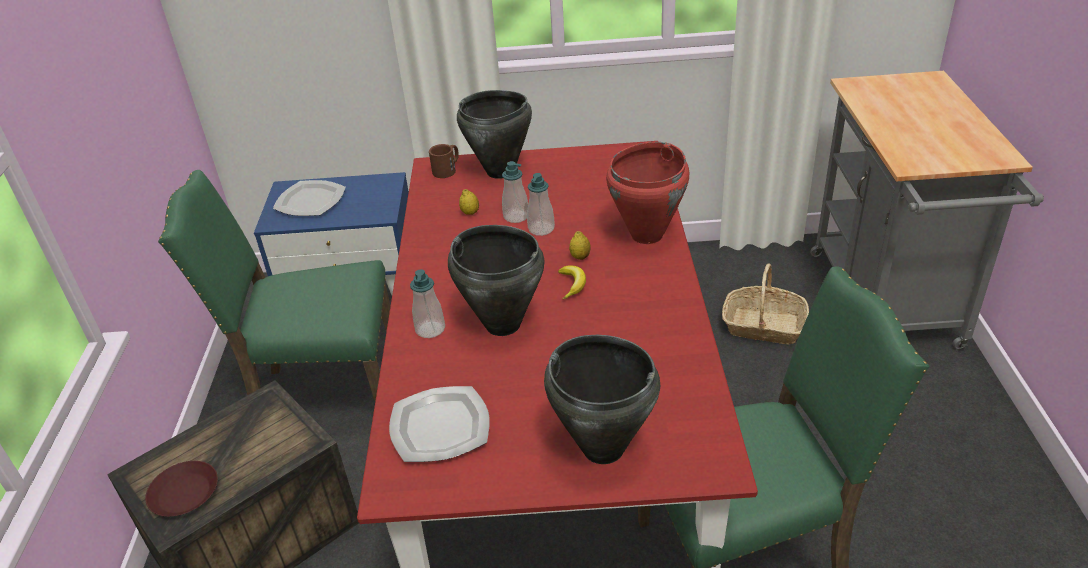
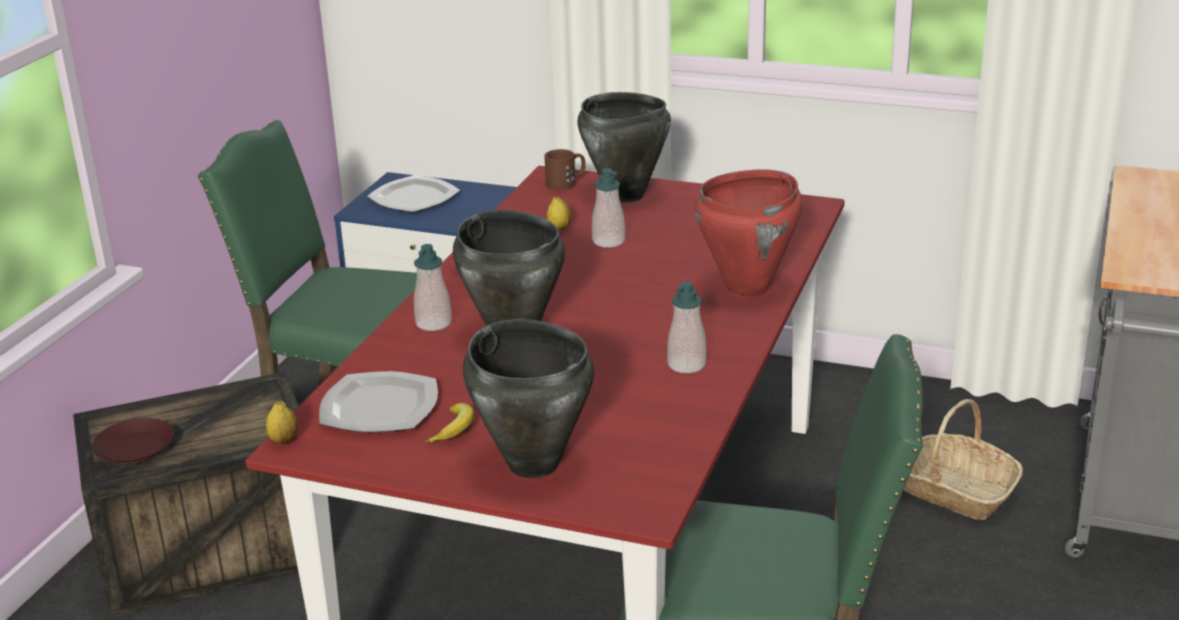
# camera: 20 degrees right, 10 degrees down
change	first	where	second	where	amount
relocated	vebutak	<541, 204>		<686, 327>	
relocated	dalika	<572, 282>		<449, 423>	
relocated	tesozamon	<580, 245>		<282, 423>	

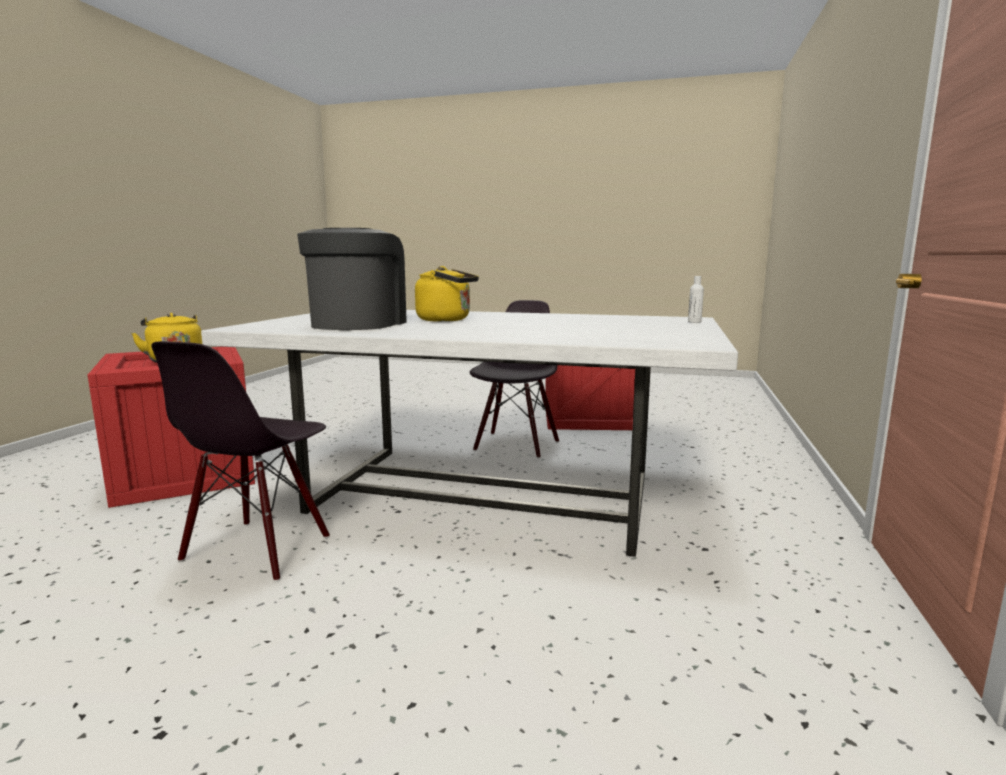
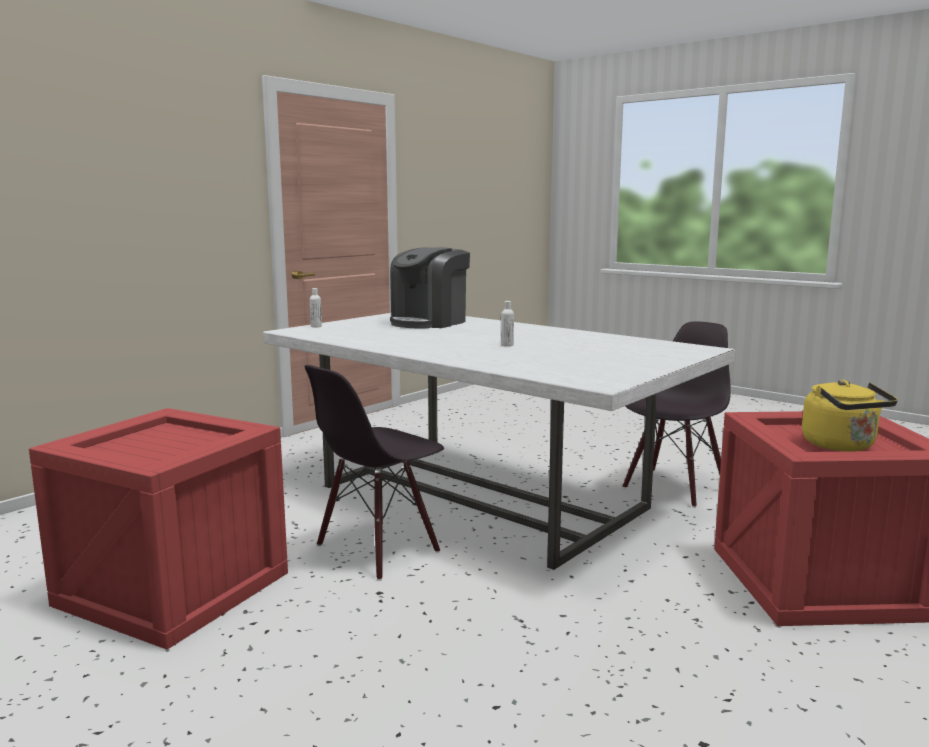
# camera: 155 degrees left, 0 degrees up
change	first	where	second	where	amount
relocated	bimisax	<352, 279>		<430, 288>	
exchanged	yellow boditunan	<447, 294>	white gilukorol	<507, 323>	

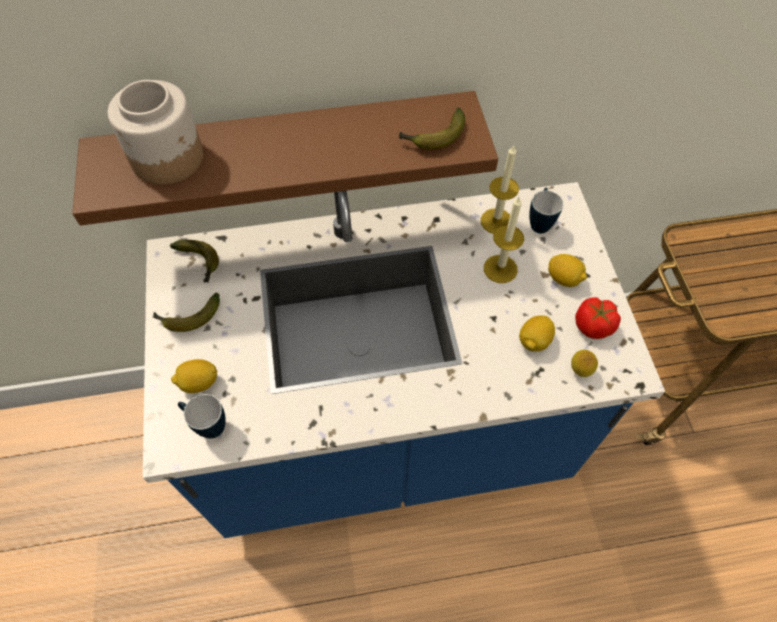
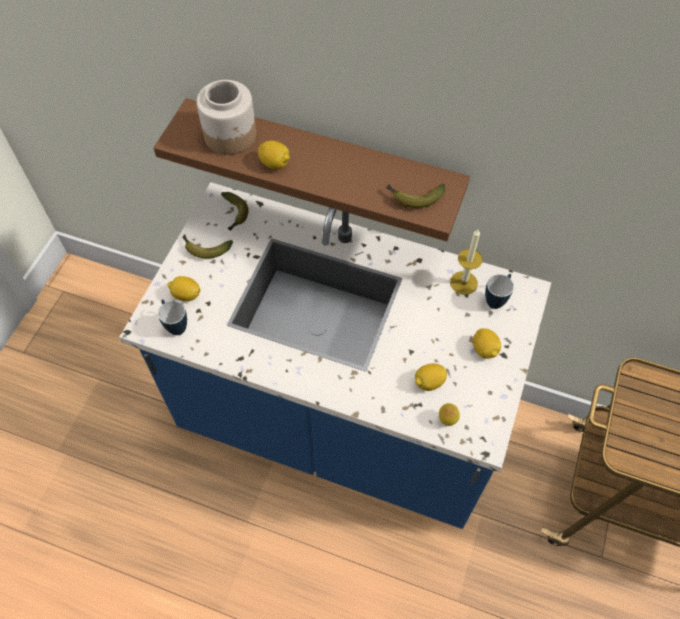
# camera: 30 degrees right, 0 degrees up
change	first	where	second	where	amount
missing	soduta	<504, 240>			
missing	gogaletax	<598, 318>			
appeared			tesozamon	<274, 155>	

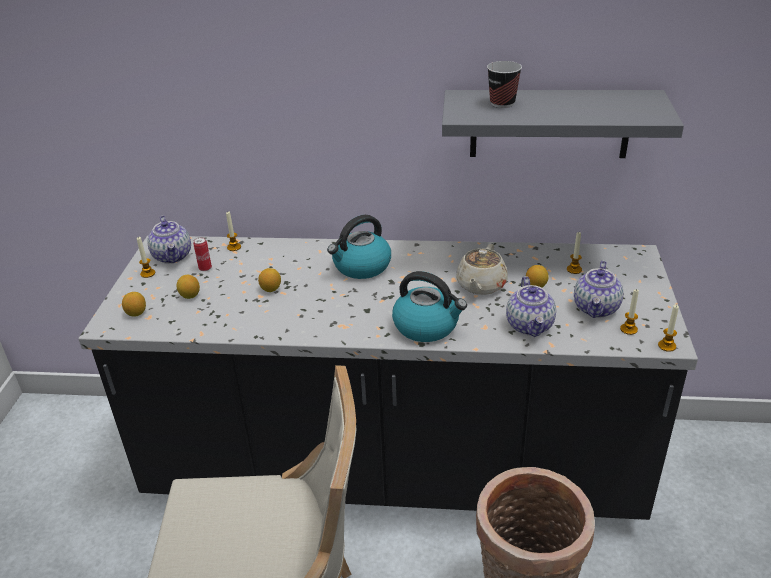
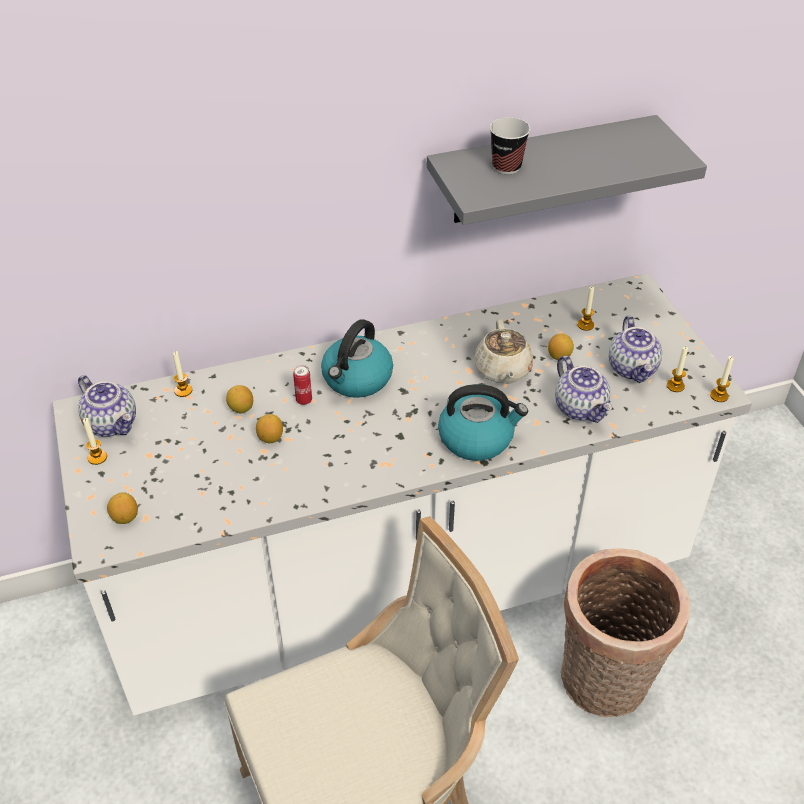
# camera: 25 degrees left, 10 degrees up
change	first	where	second	where	amount
relocated	tesozamon	<188, 287>		<239, 399>	
relocated	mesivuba	<202, 254>		<302, 385>	
colour	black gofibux	<388, 377>	white gofibux	<402, 494>	

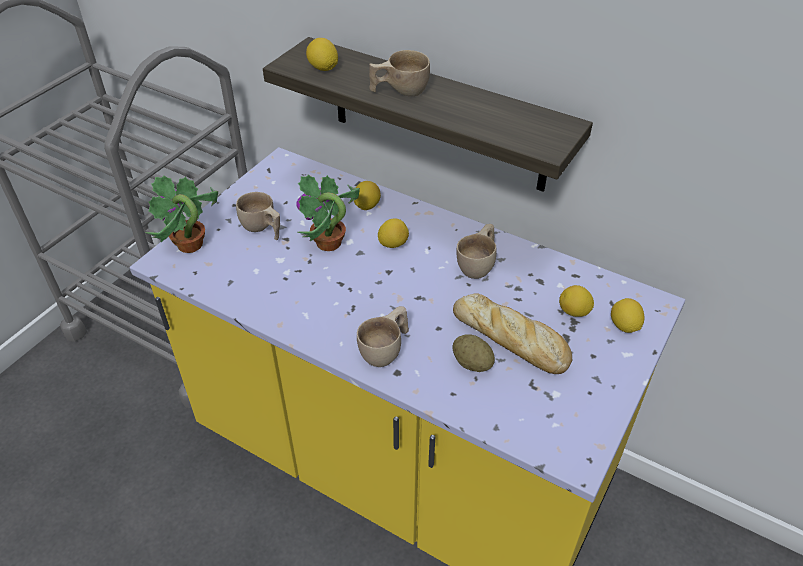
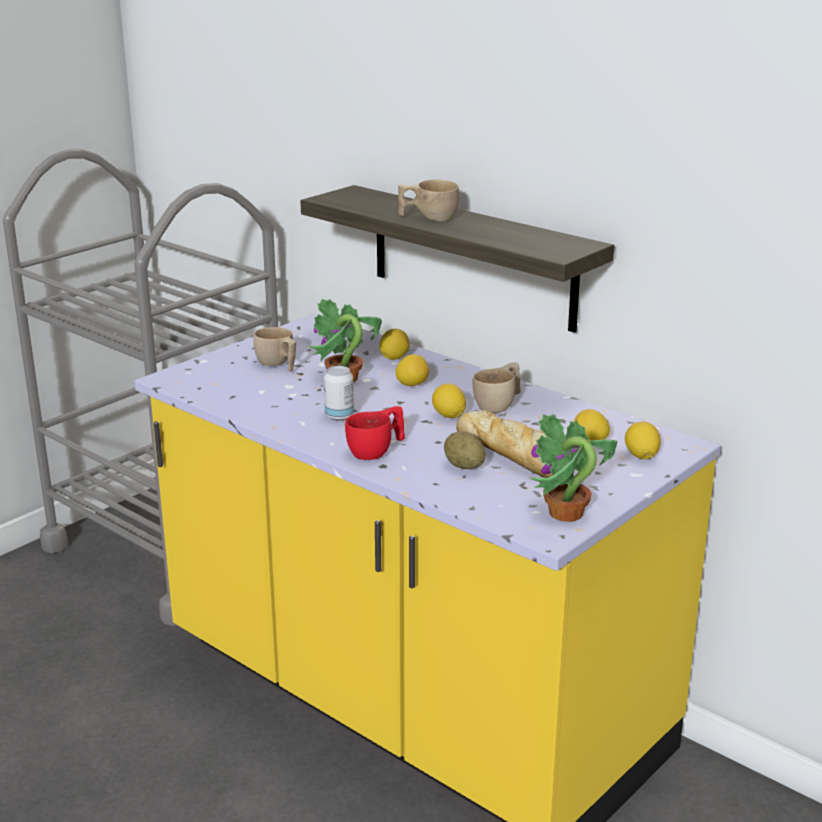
# camera: 10 degrees right, 20 degrees down
change	first	where	second	where	amount
appeared			mesivuba	<339, 393>	
relocated	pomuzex	<181, 214>		<573, 468>	
relocated	tesozamon	<322, 54>		<449, 400>	
colour	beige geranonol	<383, 336>	red geranonol	<375, 433>	

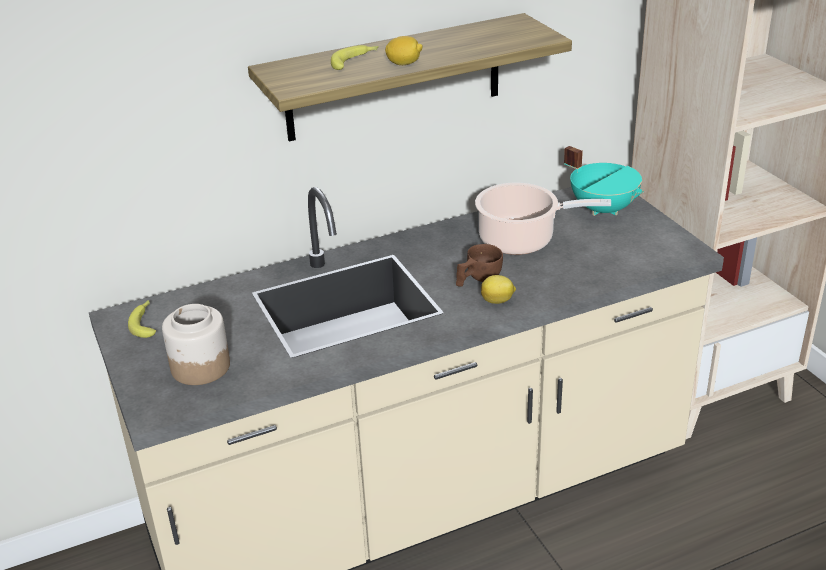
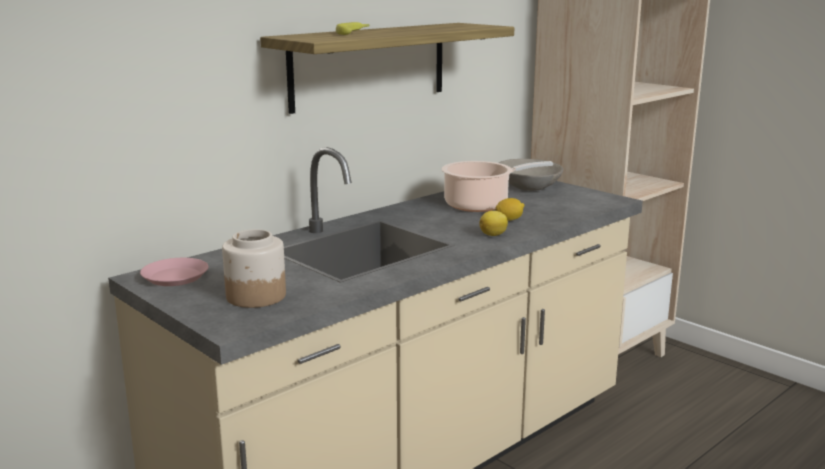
# camera: 20 degrees left, 15 degrees down
change	first	where	second	where	amount
missing	brown geranonol	<479, 265>			
relocated	tesozamon	<404, 50>		<509, 209>	
exchanged	dalika	<142, 319>	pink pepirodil	<174, 272>	
exchanged	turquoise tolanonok	<604, 181>	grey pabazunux	<531, 175>	

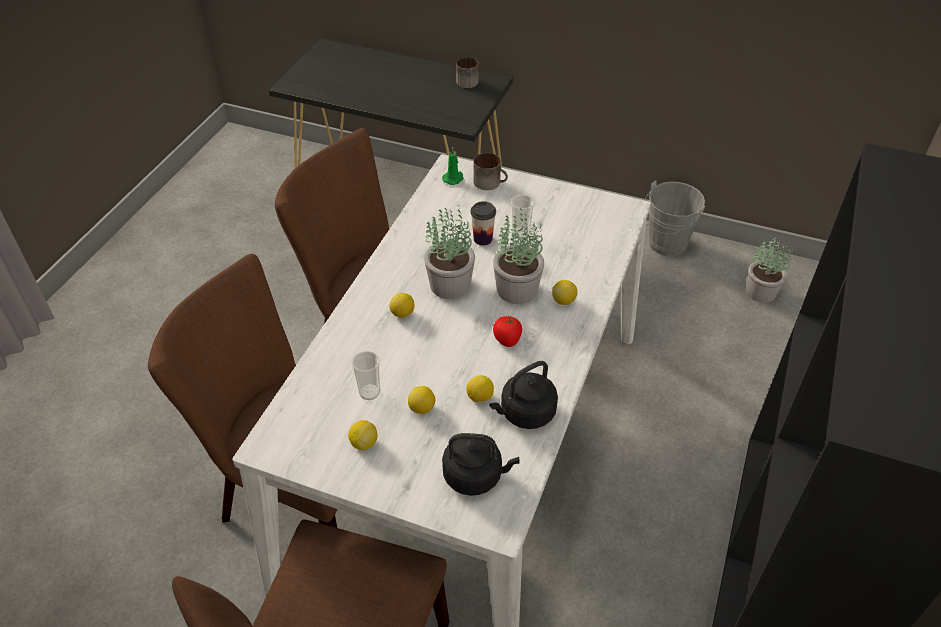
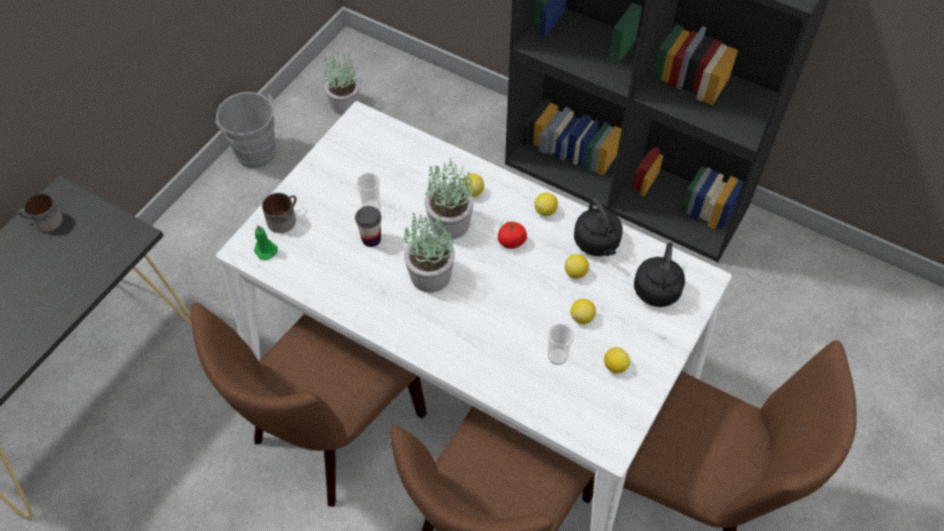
# camera: 80 degrees left, 10 degrees up
change	first	where	second	where	amount
relocated	tesozamon	<402, 305>		<546, 204>	

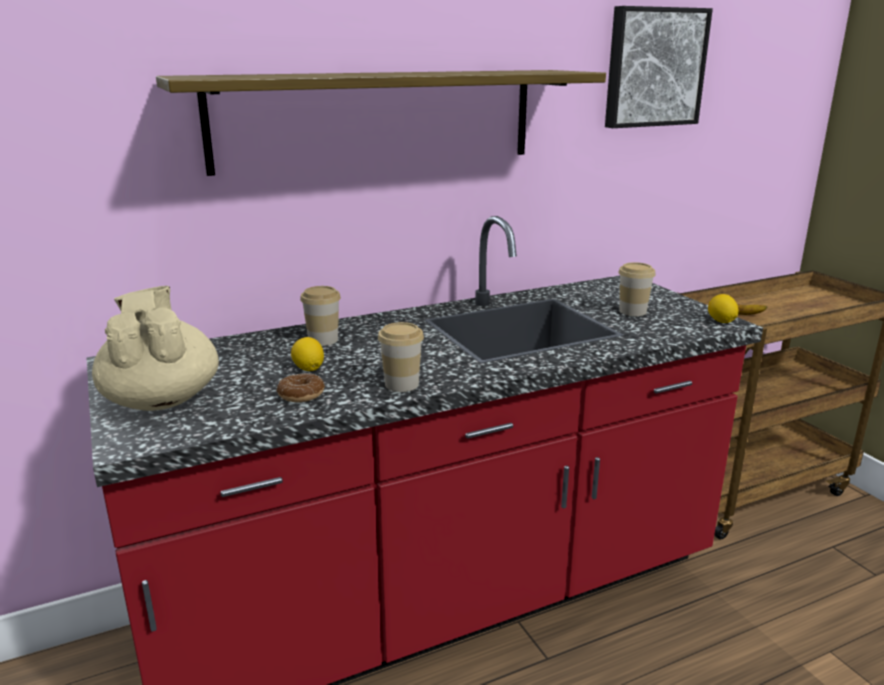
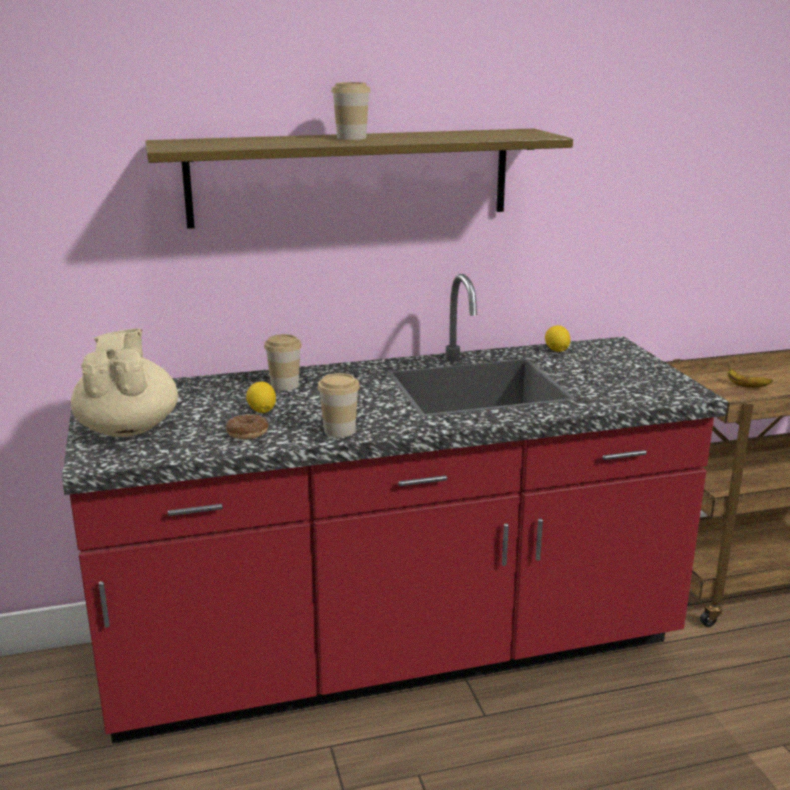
# camera: 10 degrees right, 0 degrees up
change	first	where	second	where	amount
missing	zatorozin	<659, 67>			
relocated	geranonol	<637, 289>		<351, 111>	
relocated	tesozamon	<723, 308>		<557, 338>	

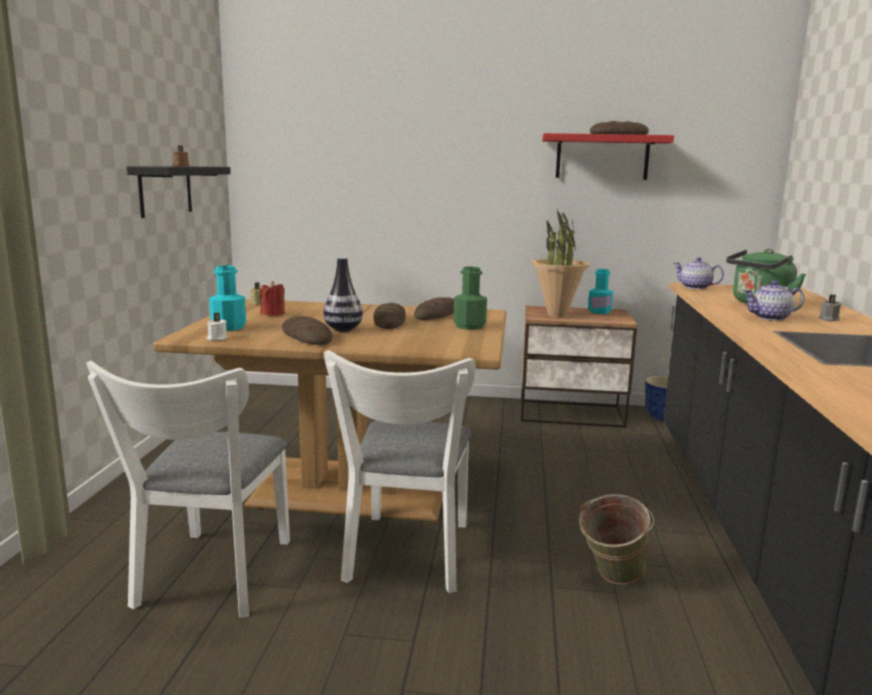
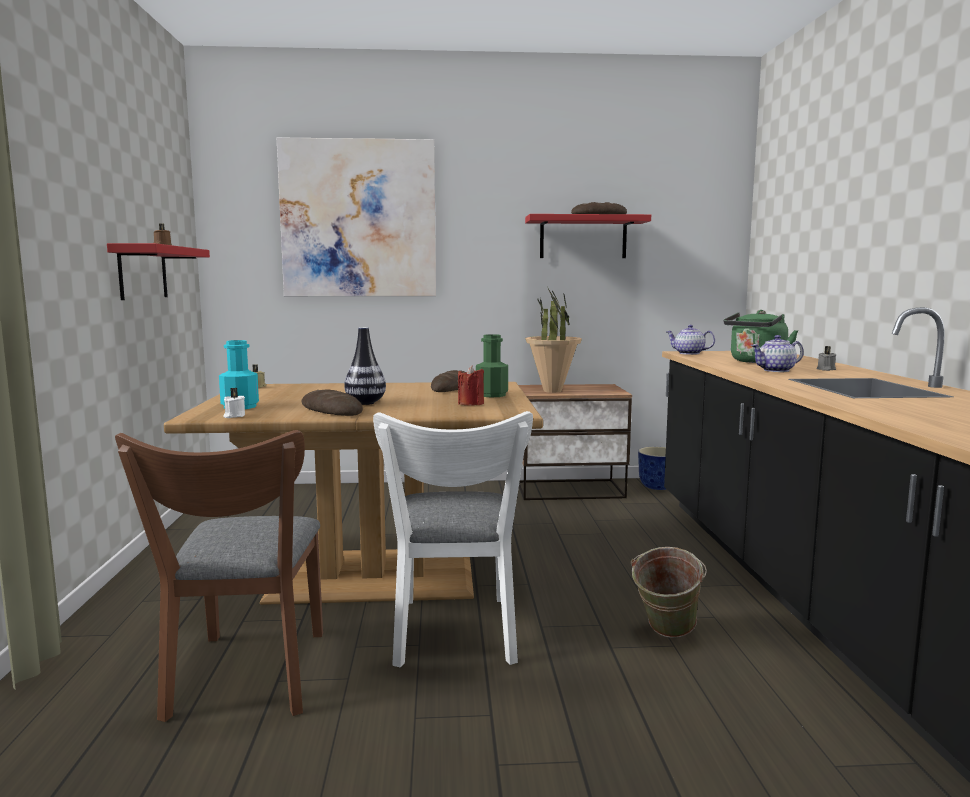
# camera: 10 degrees left, 5 degrees down
change	first	where	second	where	amount
missing	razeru	<389, 316>			
missing	turquoise gilukorol	<600, 291>			
appeared			zatorozin	<356, 216>	
relocated	red soduta	<272, 298>		<471, 385>	
colour	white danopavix	<188, 489>	brown danopavix	<219, 576>	
colour	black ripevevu	<179, 192>	red ripevevu	<158, 271>	

